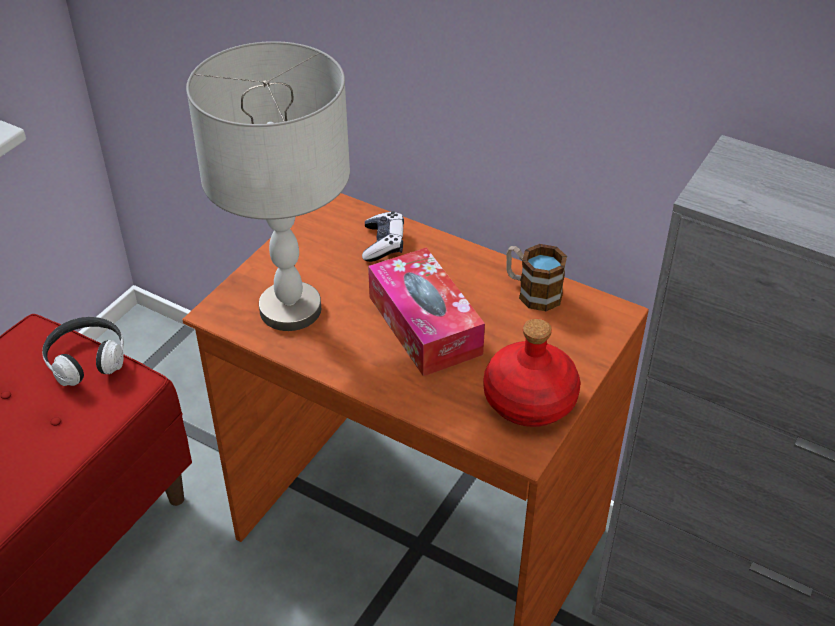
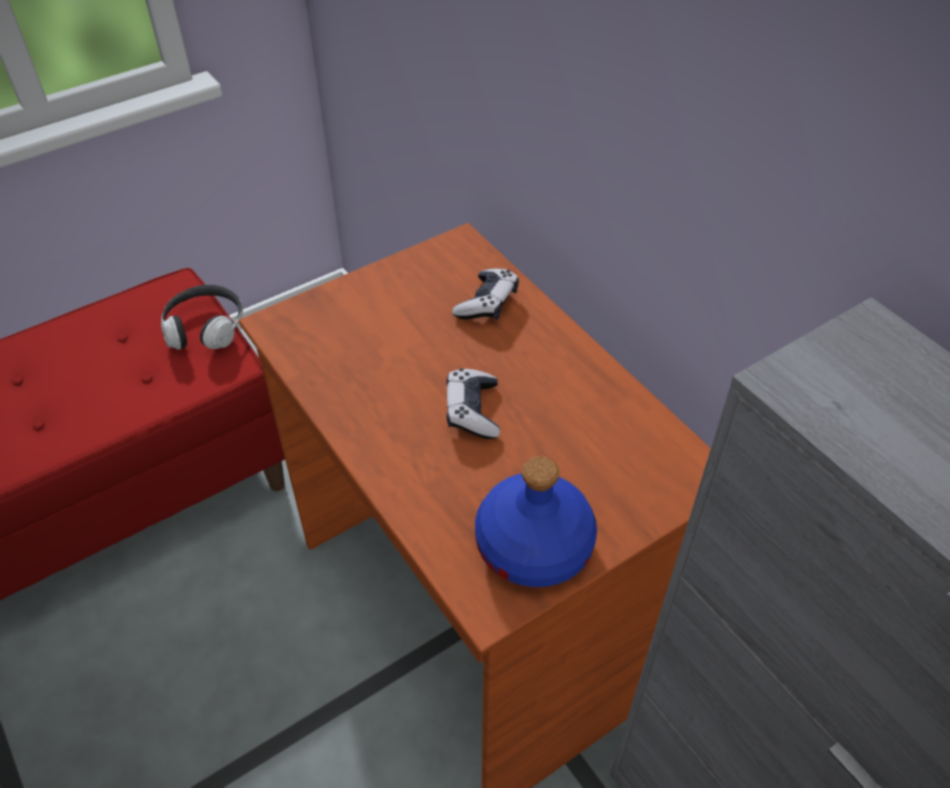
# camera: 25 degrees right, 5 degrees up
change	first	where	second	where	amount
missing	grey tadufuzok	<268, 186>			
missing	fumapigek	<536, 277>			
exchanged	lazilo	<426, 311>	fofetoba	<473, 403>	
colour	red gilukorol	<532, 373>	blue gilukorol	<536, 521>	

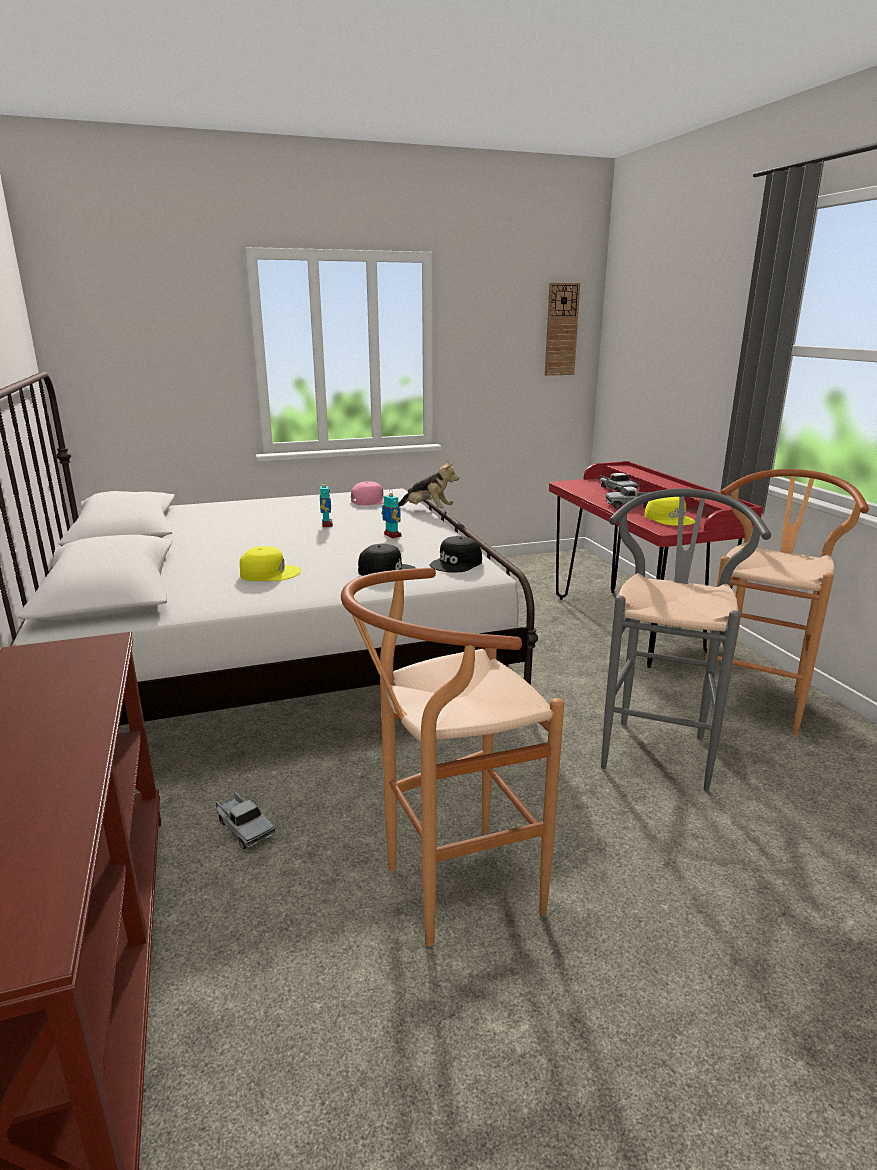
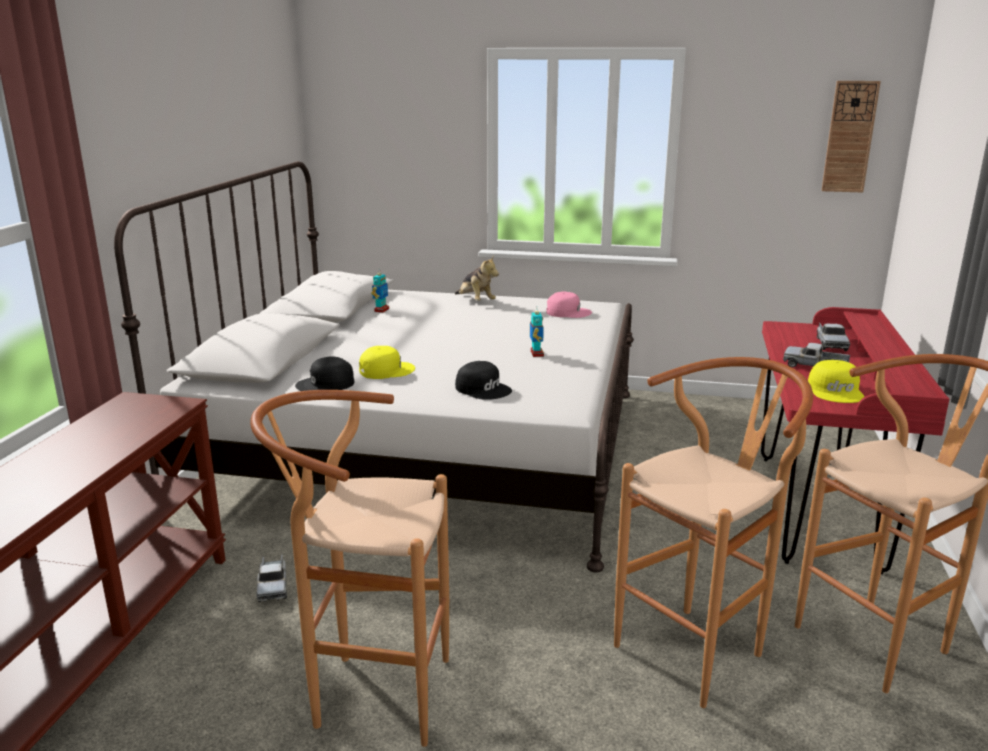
# camera: 30 degrees right, 0 degrees up
change	first	where	second	where	amount
relocated	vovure	<326, 505>		<380, 291>	
relocated	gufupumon	<428, 484>		<477, 278>	
relocated	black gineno	<456, 554>		<324, 373>	
colour	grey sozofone	<686, 639>	brown sozofone	<713, 532>	
spun	yellow gineno	<270, 563>		<387, 362>	45 degrees counterclockwise

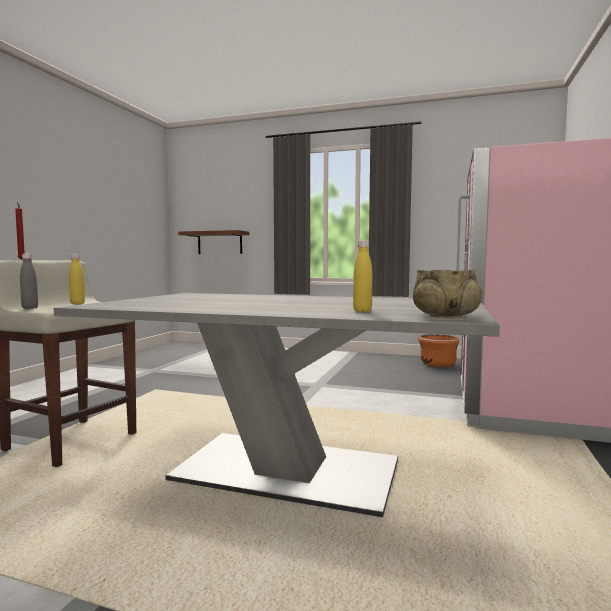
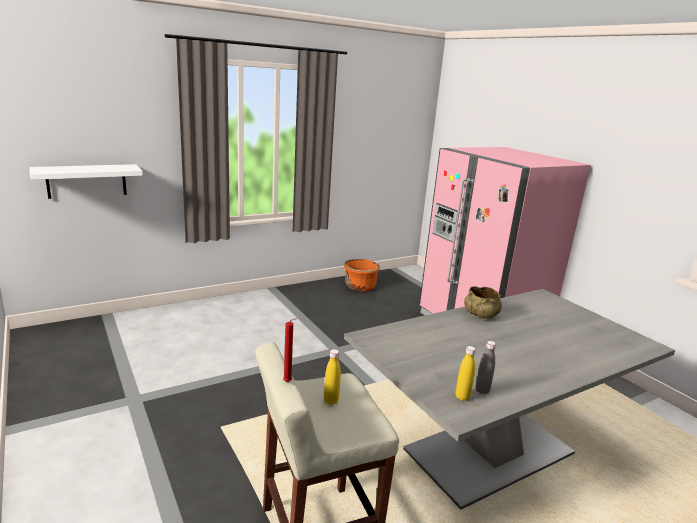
# camera: 50 degrees left, 15 degrees up
change	first	where	second	where	amount
relocated	grey gilukorol	<29, 281>		<486, 367>	
relocated	yellow gilukorol	<362, 276>		<465, 373>	
relocated	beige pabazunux	<447, 294>		<483, 302>	
colour	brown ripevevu	<213, 242>	white ripevevu	<86, 181>	

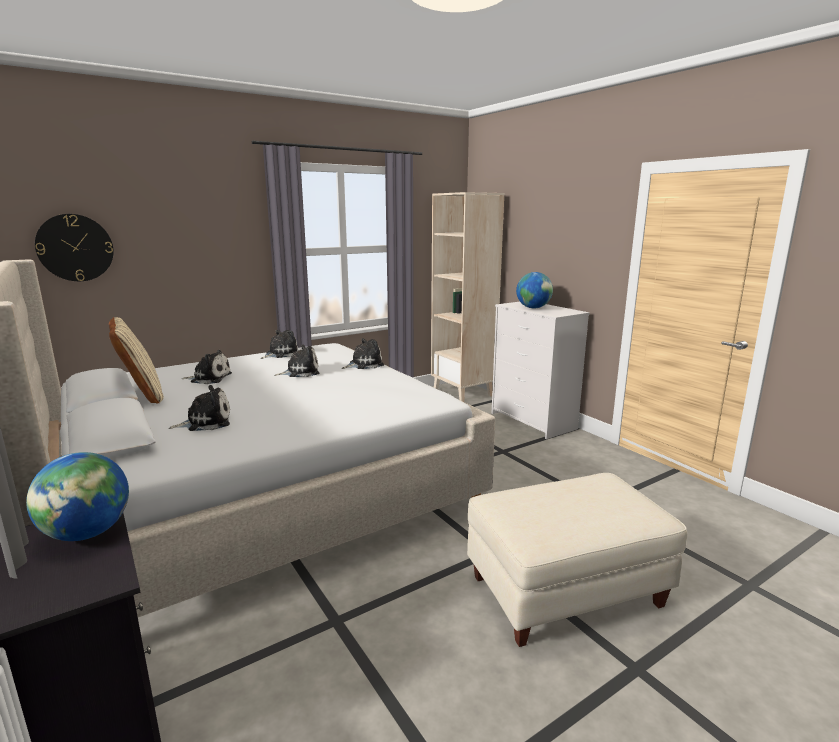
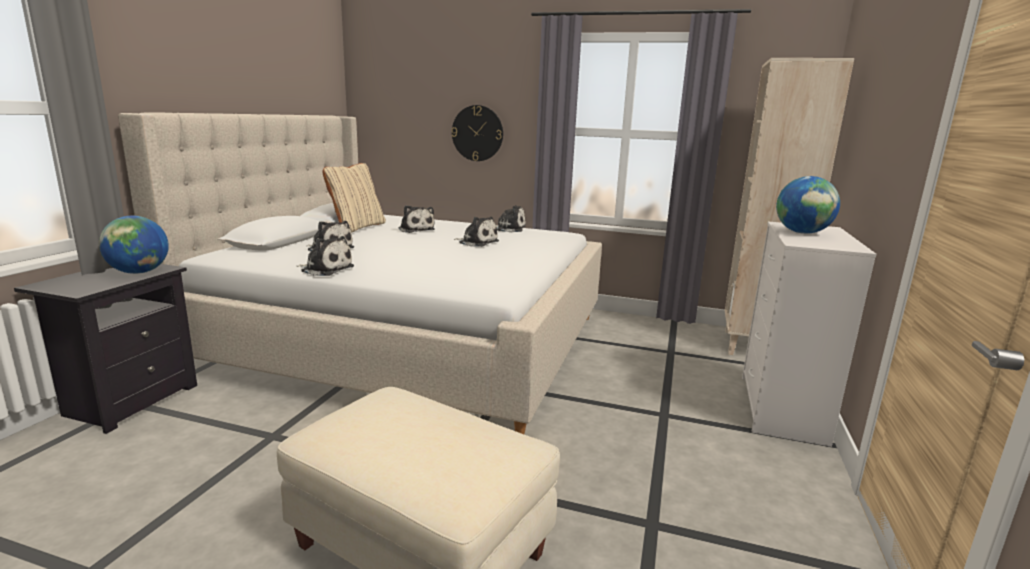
# camera: 50 degrees right, 0 degrees up
change	first	where	second	where	amount
relocated	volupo	<74, 247>		<477, 133>	
relocated	gufupumon	<363, 353>		<325, 256>	

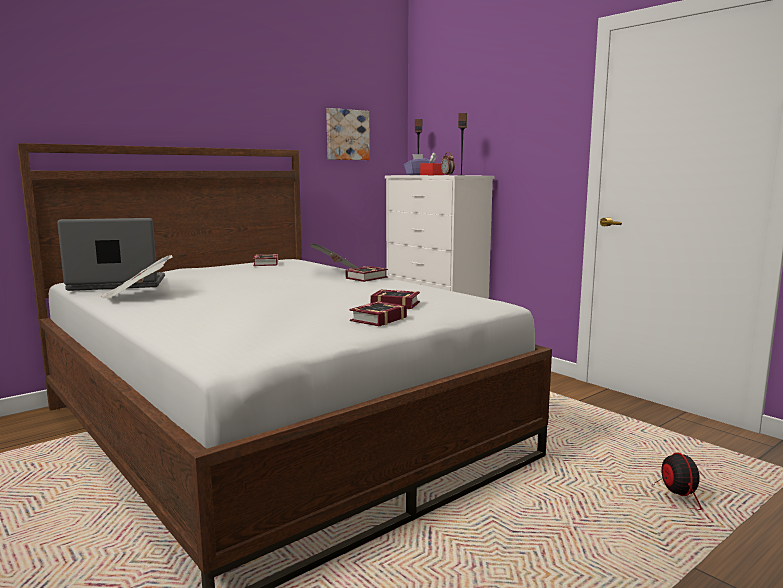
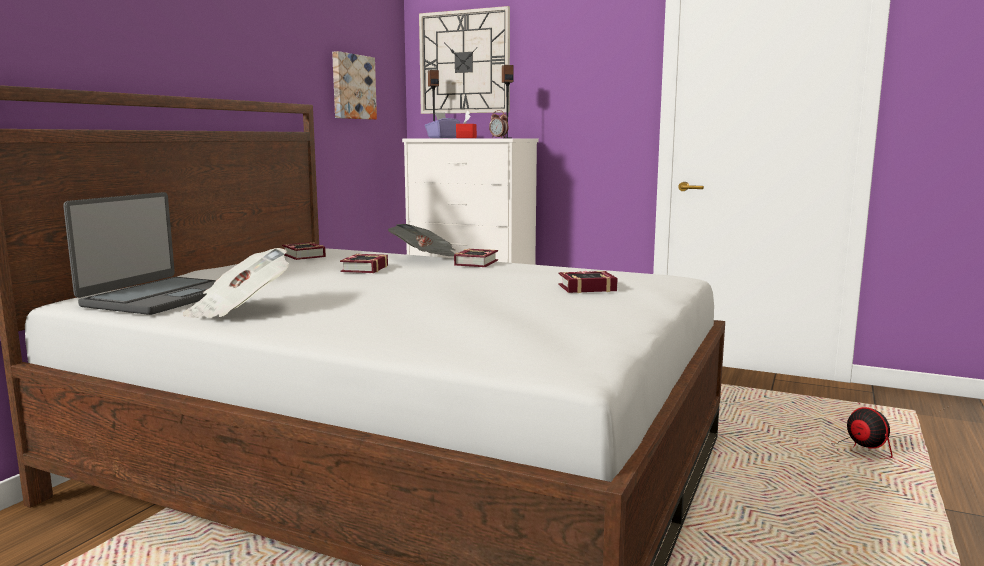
# camera: 25 degrees left, 0 degrees up
change	first	where	second	where	amount
appeared			volupo	<464, 60>	
relocated	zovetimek	<378, 313>		<364, 263>	
spun	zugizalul	<111, 254>		<139, 253>	150 degrees clockwise

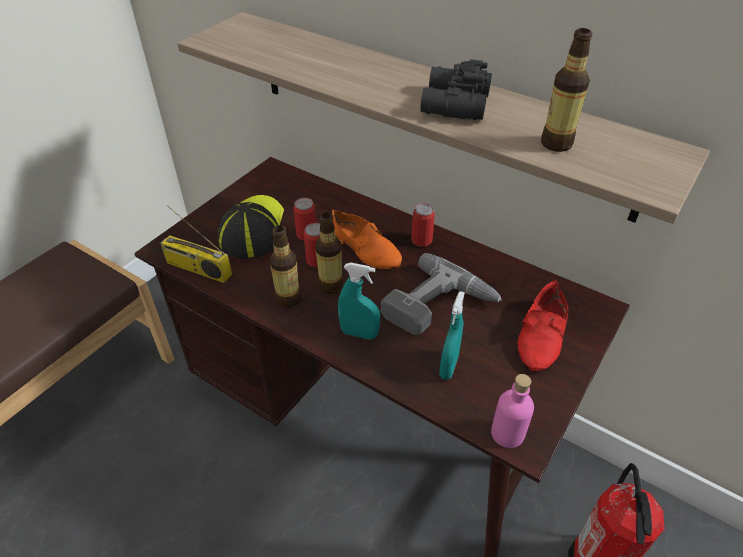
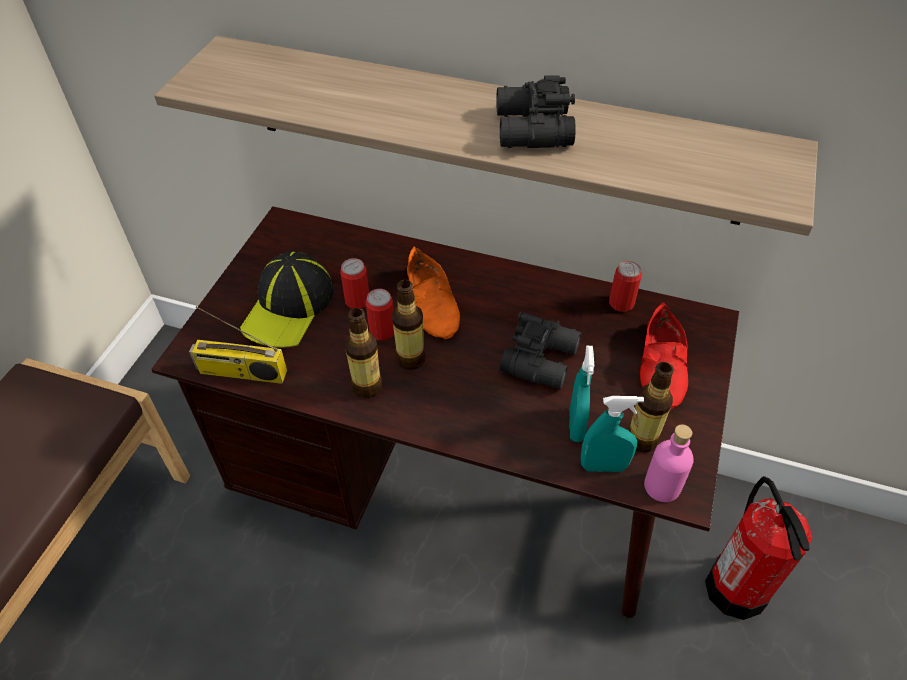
# camera: 15 degrees left, 5 degrees up
change	first	where	second	where	amount
relocated	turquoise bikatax	<359, 301>		<612, 434>	
relocated	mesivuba	<423, 225>		<625, 286>	
relocated	gilukorol	<567, 90>		<651, 407>	
exchanged	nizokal	<441, 294>	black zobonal	<541, 350>	
spun	gineno	<251, 227>		<287, 300>	150 degrees counterclockwise
spun	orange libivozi	<367, 239>		<433, 292>	45 degrees clockwise

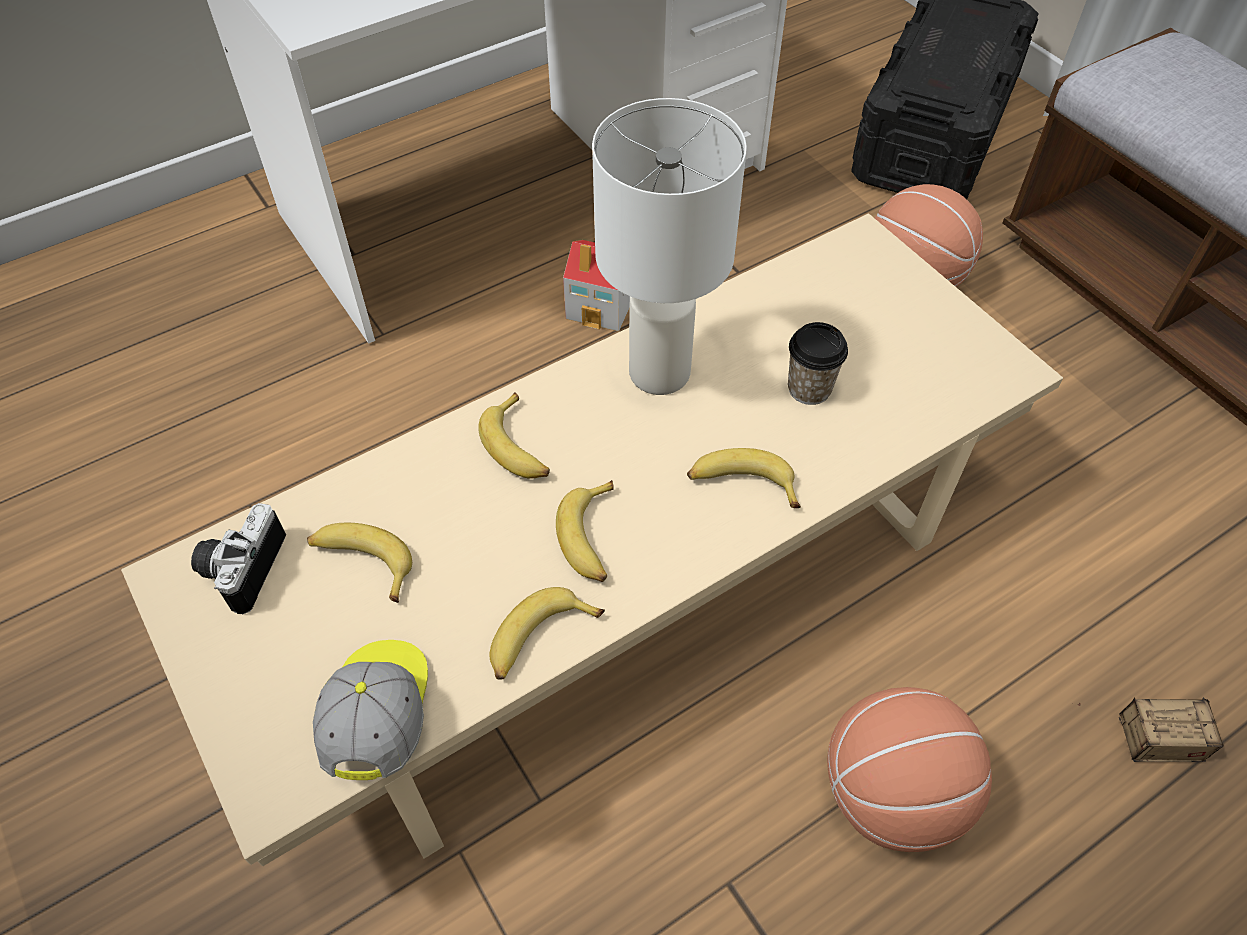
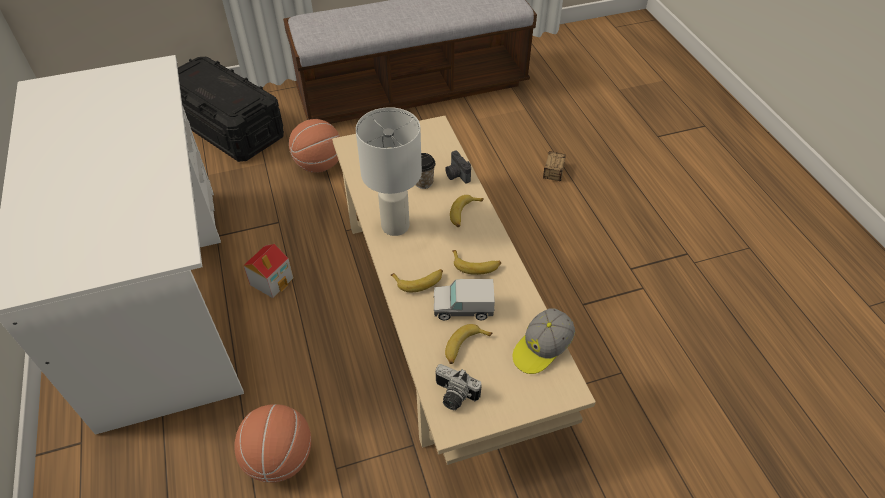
# camera: 75 degrees left, 5 degrees down
change	first	where	second	where	amount
missing	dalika	<547, 633>			
appeared			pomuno	<464, 299>	
appeared			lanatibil	<458, 166>	
relocated	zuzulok	<909, 769>		<273, 443>	
spun	gineno	<370, 710>		<544, 341>	60 degrees counterclockwise

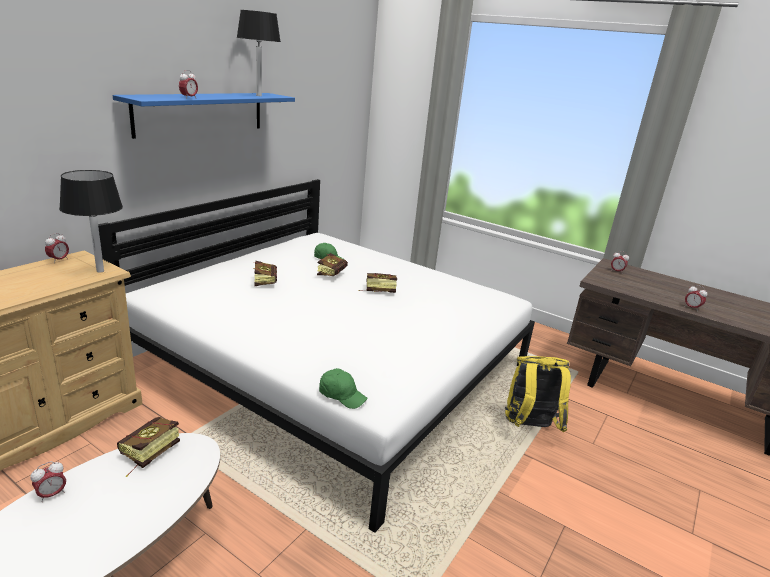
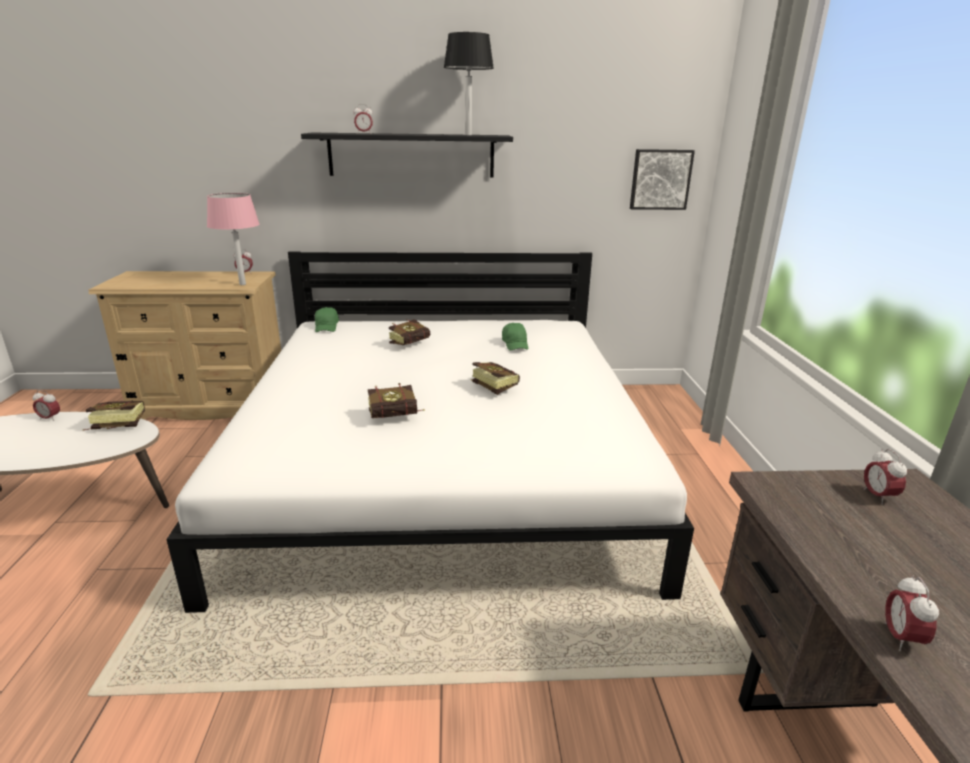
# camera: 55 degrees right, 0 degrees up
change	first	where	second	where	amount
missing	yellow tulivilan	<538, 394>			
appeared			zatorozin	<662, 179>	
relocated	zovetimek	<332, 264>		<396, 400>	
relocated	green gineno	<343, 388>		<327, 319>	
colour	black tadufuzok	<91, 221>	pink tadufuzok	<233, 239>	
colour	blue ripevevu	<204, 116>	black ripevevu	<407, 154>	

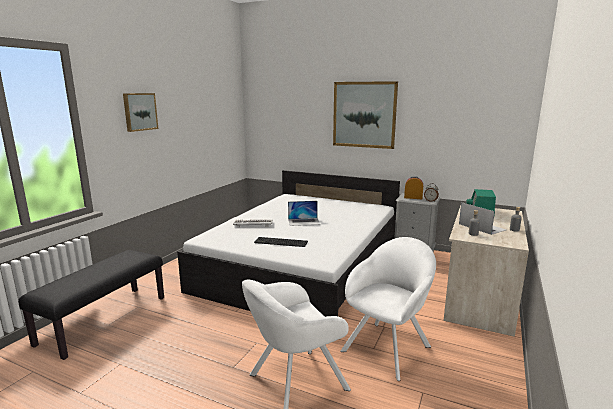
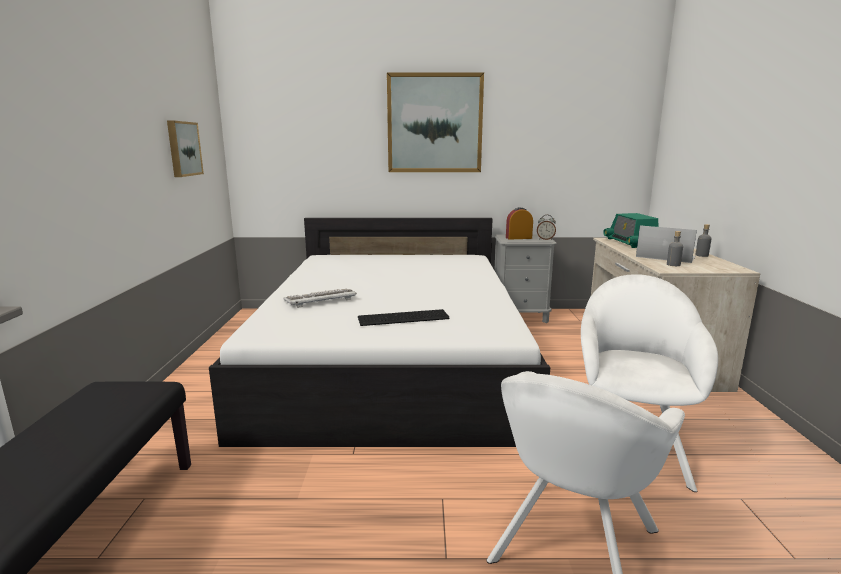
# camera: 25 degrees left, 0 degrees up
change	first	where	second	where	amount
missing	zugizalul	<304, 213>			
relocated	zatorozin	<140, 112>		<185, 148>	

